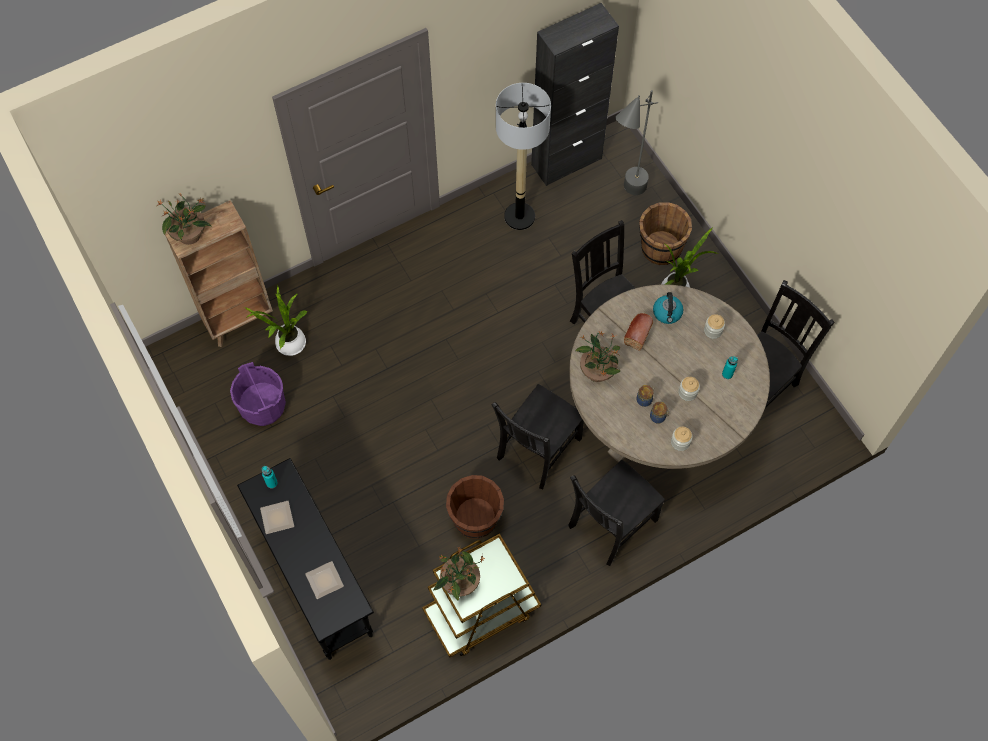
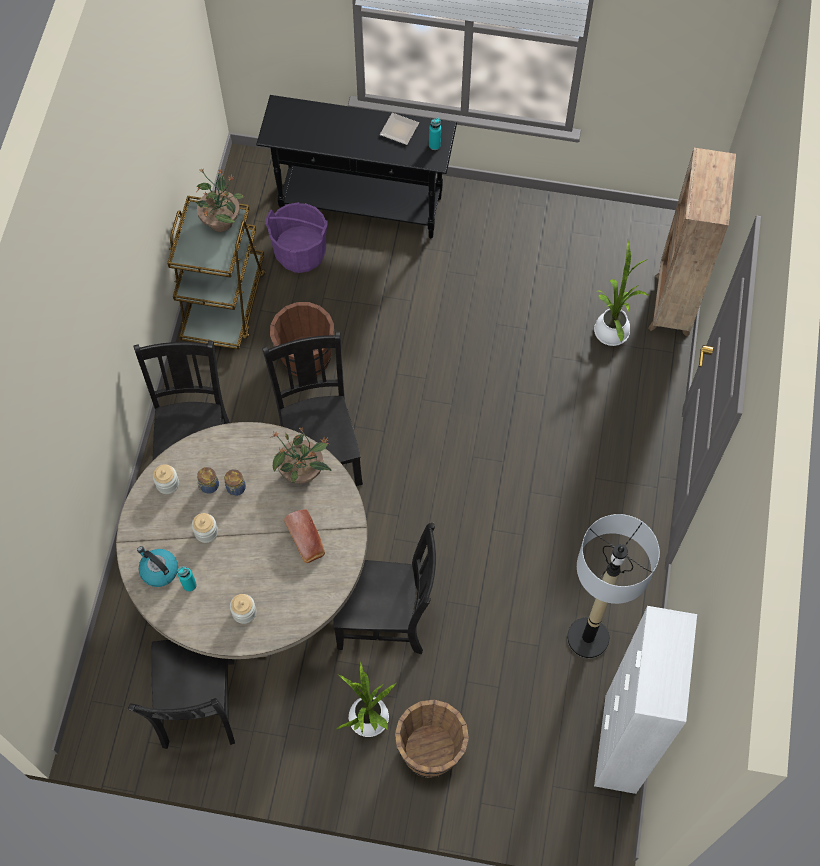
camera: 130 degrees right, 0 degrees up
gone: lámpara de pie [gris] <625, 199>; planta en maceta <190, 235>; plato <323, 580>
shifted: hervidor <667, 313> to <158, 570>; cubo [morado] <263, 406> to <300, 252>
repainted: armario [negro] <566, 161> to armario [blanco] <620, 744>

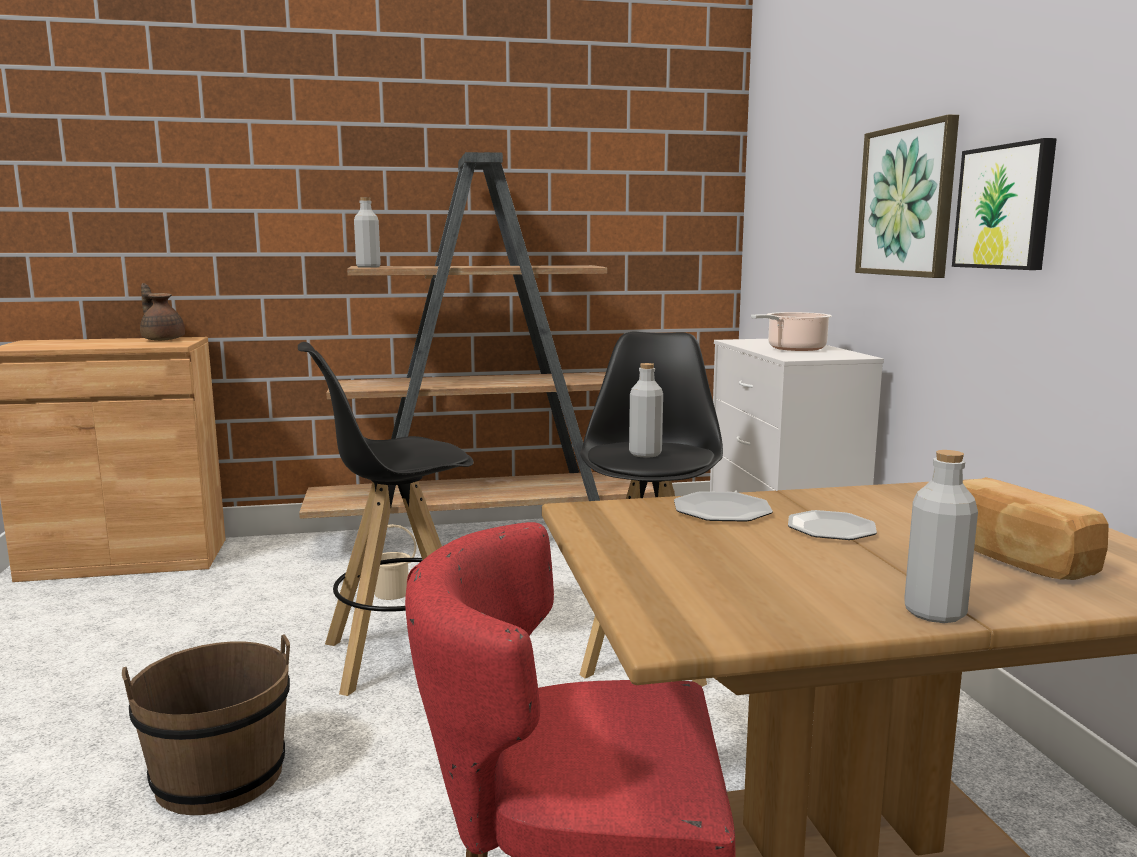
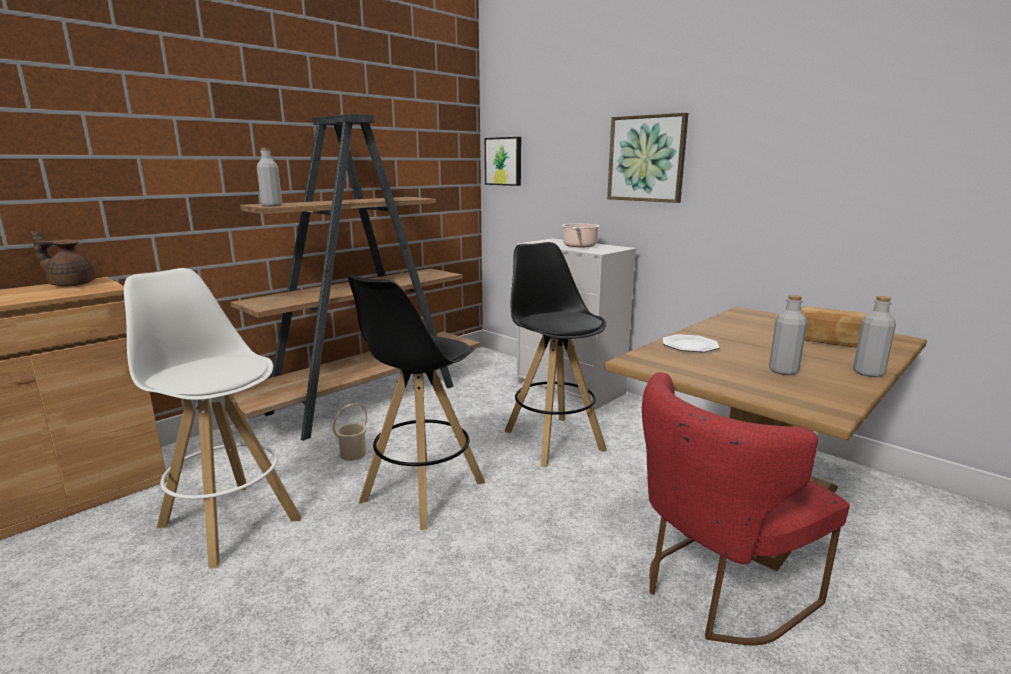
camera: 35 degrees left, 5 degrees up
gone: plato <830, 529>; cubo [marrón] <219, 777>
new: taburete [blanco] <229, 521>
shifted: cuadro <1005, 207> to <504, 161>; botella [gris] <645, 454> to <783, 371>

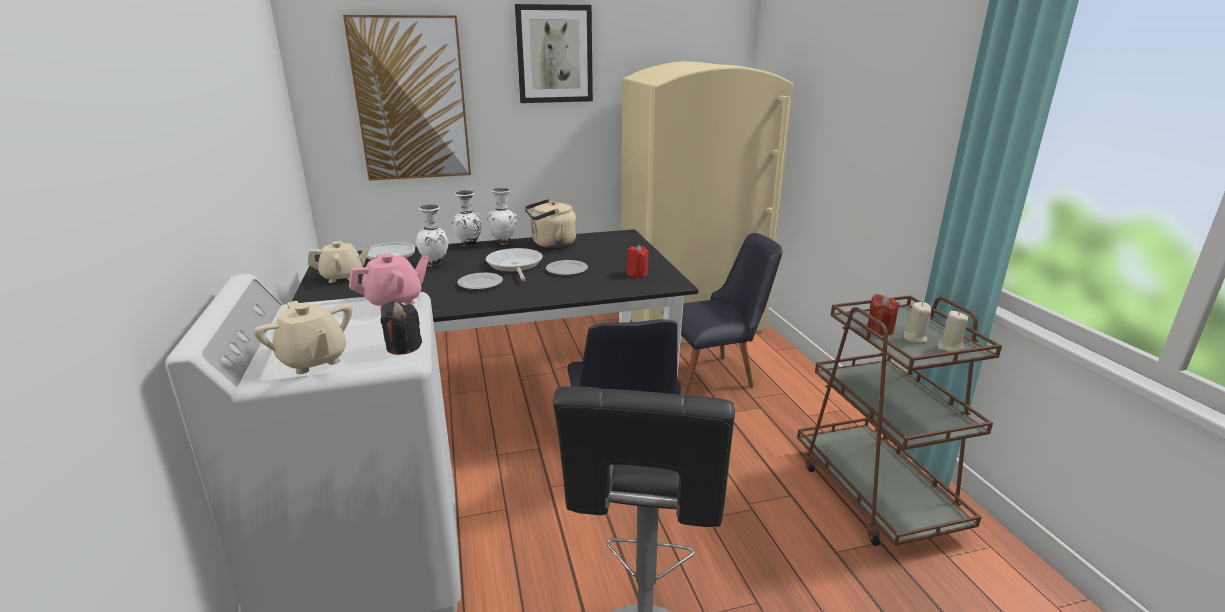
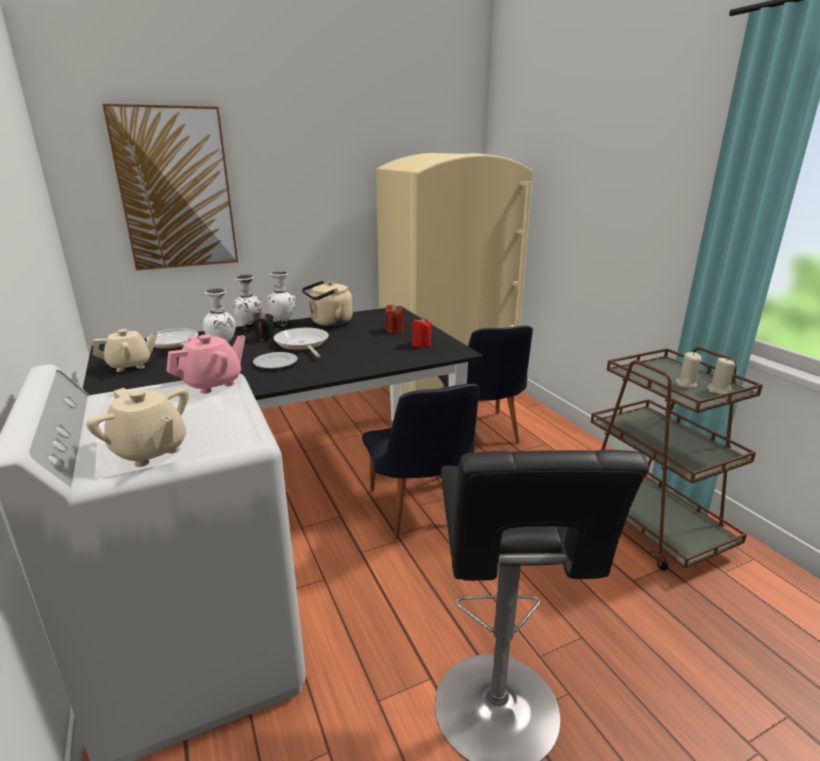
camera: 10 degrees left, 0 degrees up
gone: cuadro <554, 54>; plato <567, 270>
shifted: vela [rojo] <880, 330> to <394, 330>; vela [negro] <403, 347> to <265, 338>
rotated: silla [negro] <714, 376> = <481, 434> 105 degrees clockwise

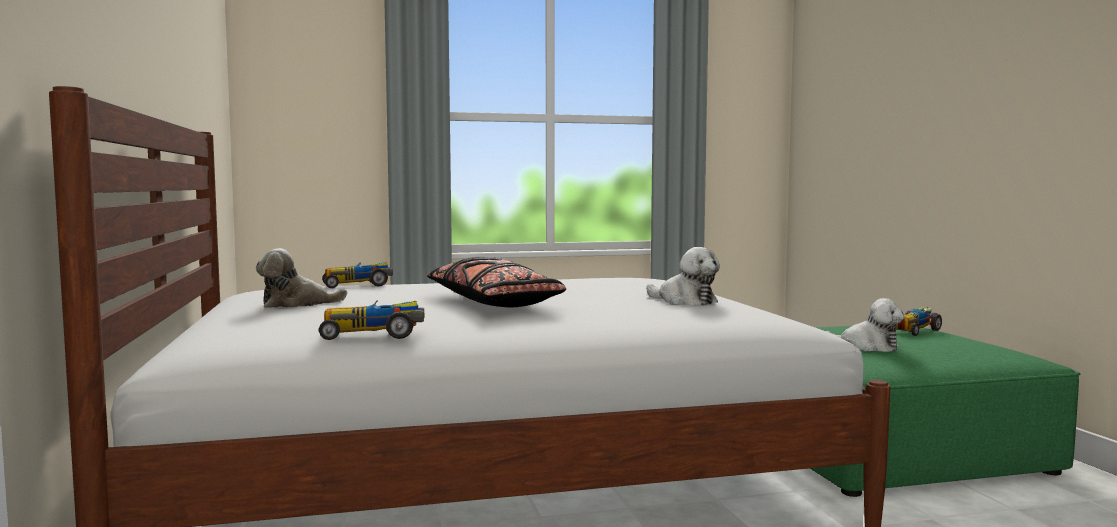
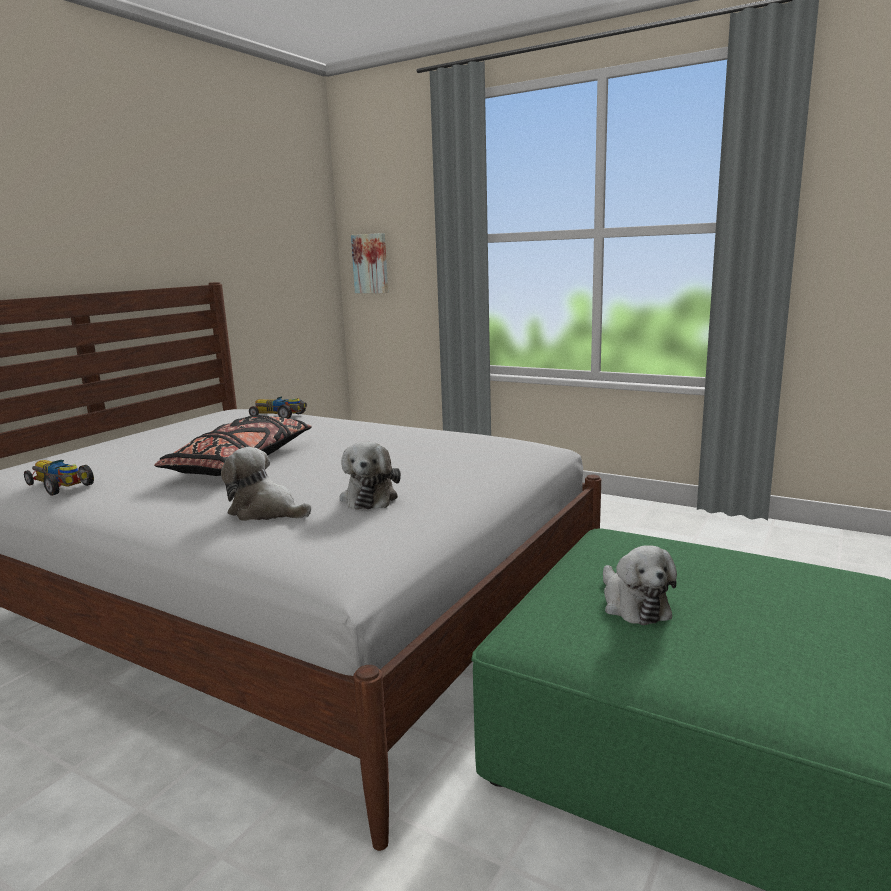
camera: 45 degrees right, 10 degrees up
gone: coche de juguete <915, 330>
new: cuadro <371, 263>
shifted: peluche <296, 304> to <266, 511>

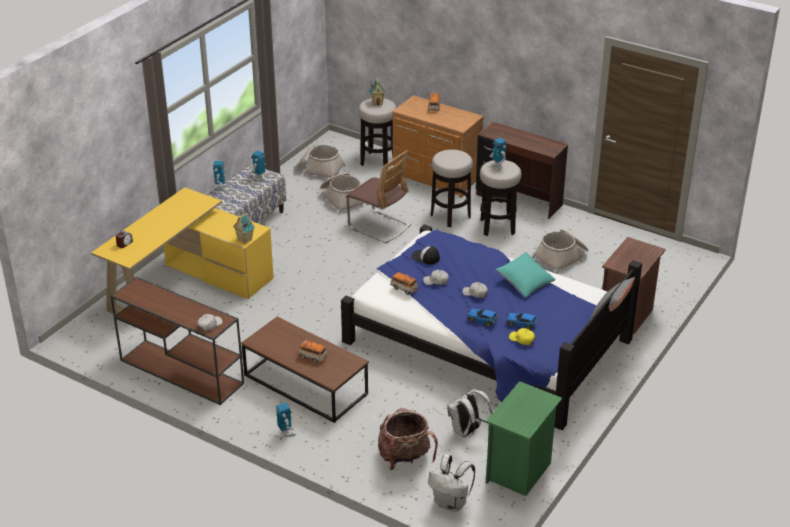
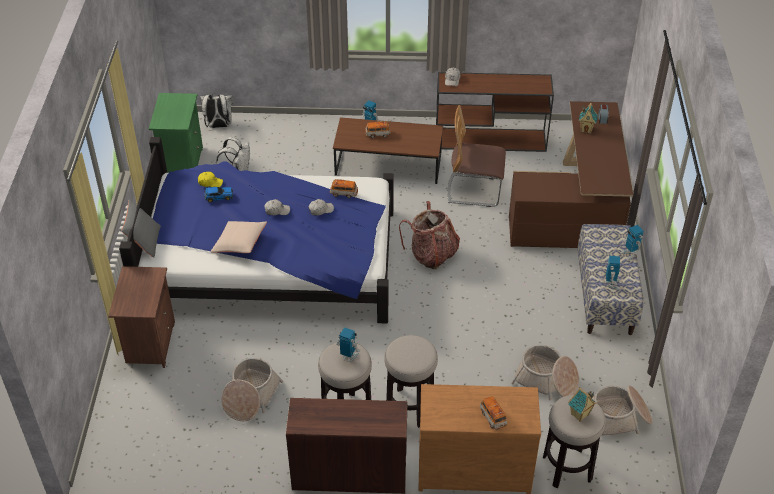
camera: 150 degrees right, 10 degrees up
gone: gorra <425, 257>; coche de juguete <482, 320>
shifted: silla <379, 226> to <474, 190>; casita <244, 240> to <586, 129>; mochila <405, 458> to <431, 254>
repainted: escritorio [amarillo] <187, 285> to escritorio [marrón] <576, 211>; cojín [turquesa] <525, 282> to cojín [beis] <239, 243>

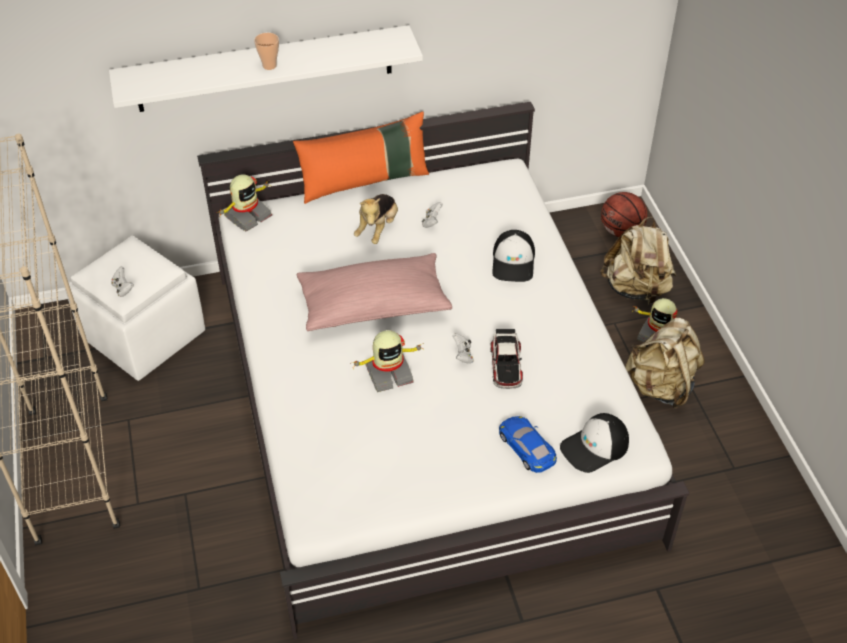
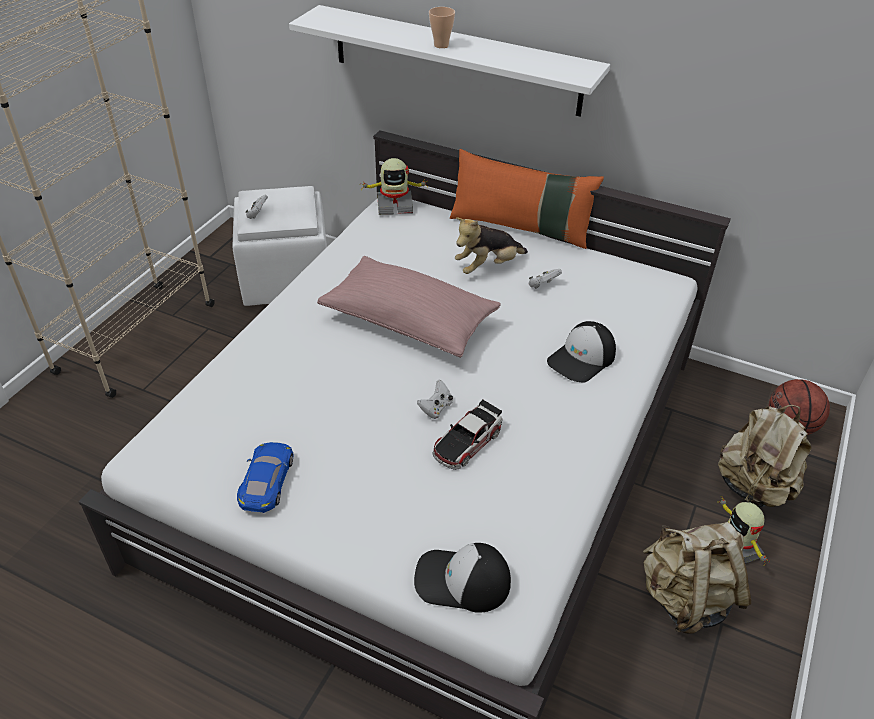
camera: 40 degrees right, 5 degrees down
gone: robot de juguete <388, 373>
shifted: coche de juguete [azul] <526, 447> to <267, 481>

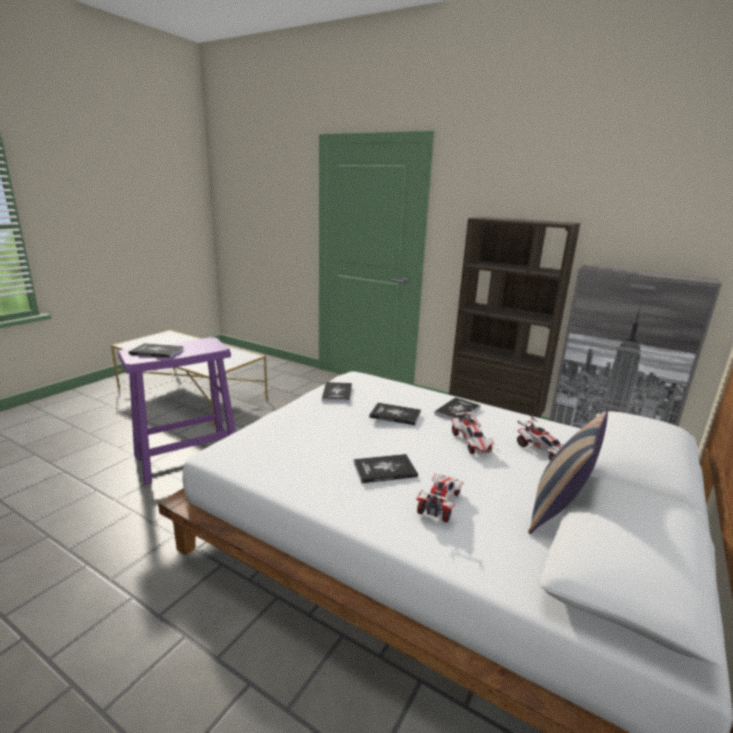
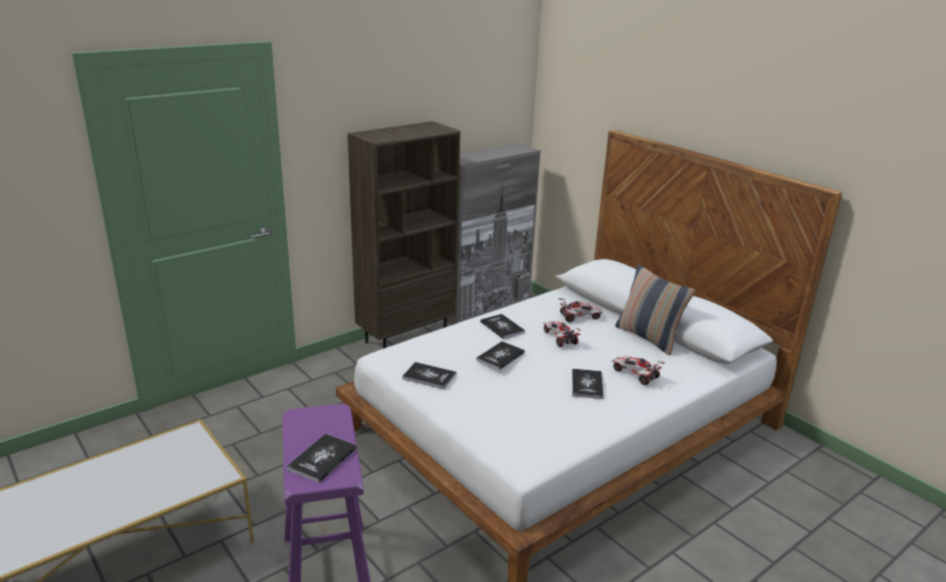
camera: 70 degrees left, 5 degrees up
rotated: coche de juguete <471, 442> = <559, 338> 120 degrees counterclockwise

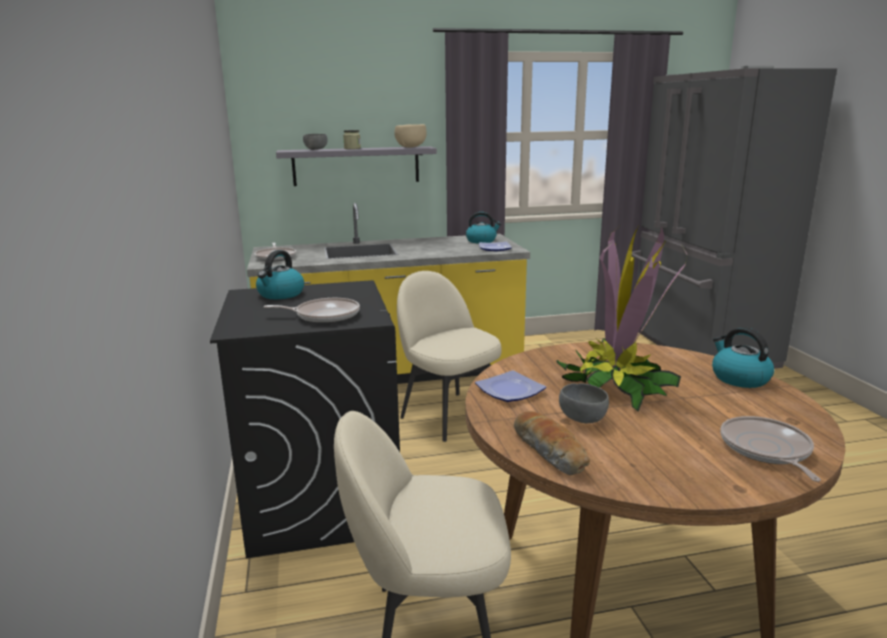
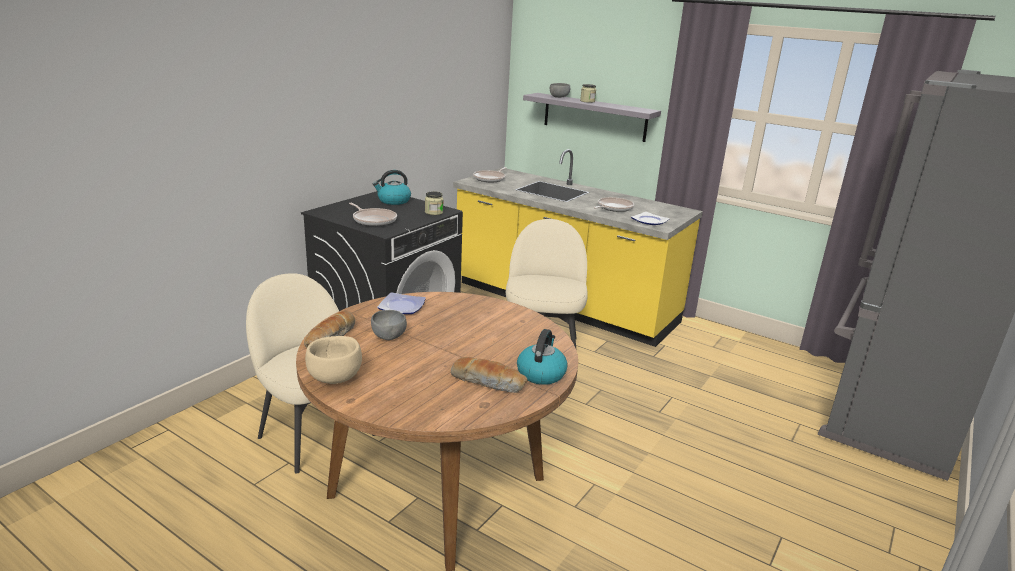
camera: 45 degrees right, 5 degrees up
gone: hervidor <481, 241>; planta en maceta <616, 385>
new: tarro <434, 212>; pan <488, 382>
shifted: cuenco [beis] <411, 147> to <335, 378>; sartén <766, 450> to <613, 208>

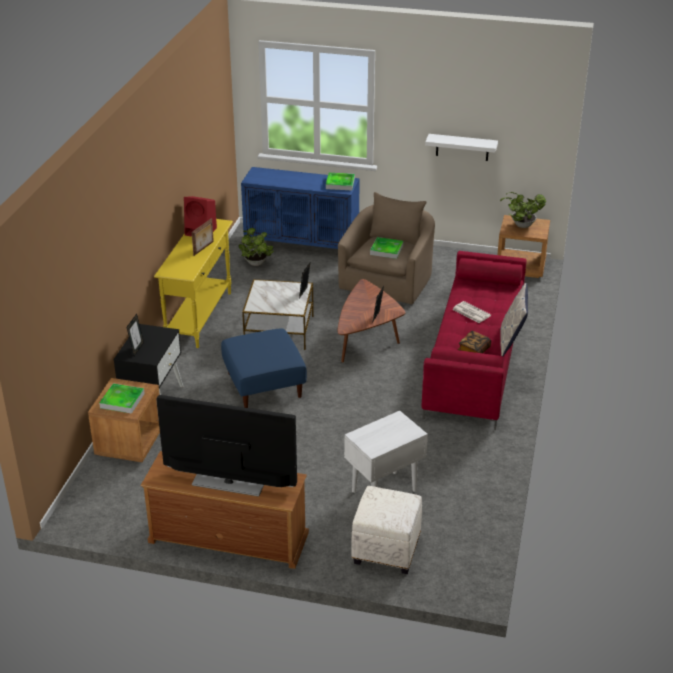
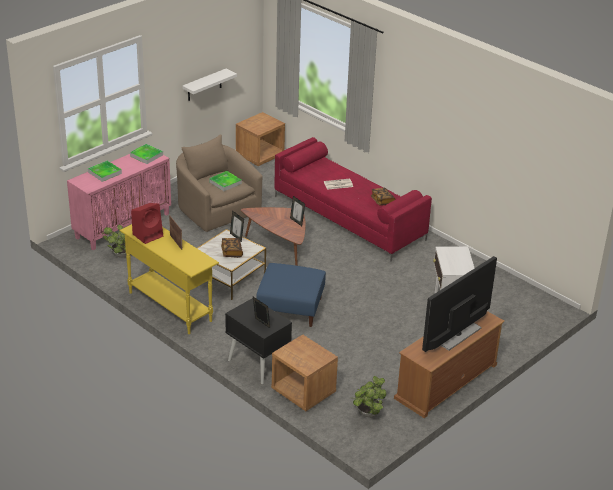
camera: 60 degrees left, 0 degrees up
gone: cojín <511, 341>; puf [blanco] <385, 551>
new: libro <231, 252>
shifted: planta en maceta <521, 225> to <367, 414>; bandeja <122, 400> to <105, 173>
repainted: armario [azul] <302, 246> to armario [rosa] <123, 225>

